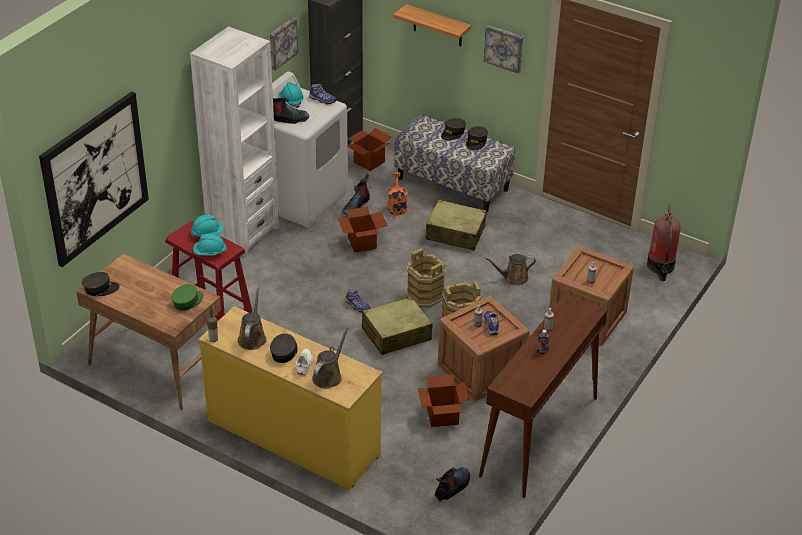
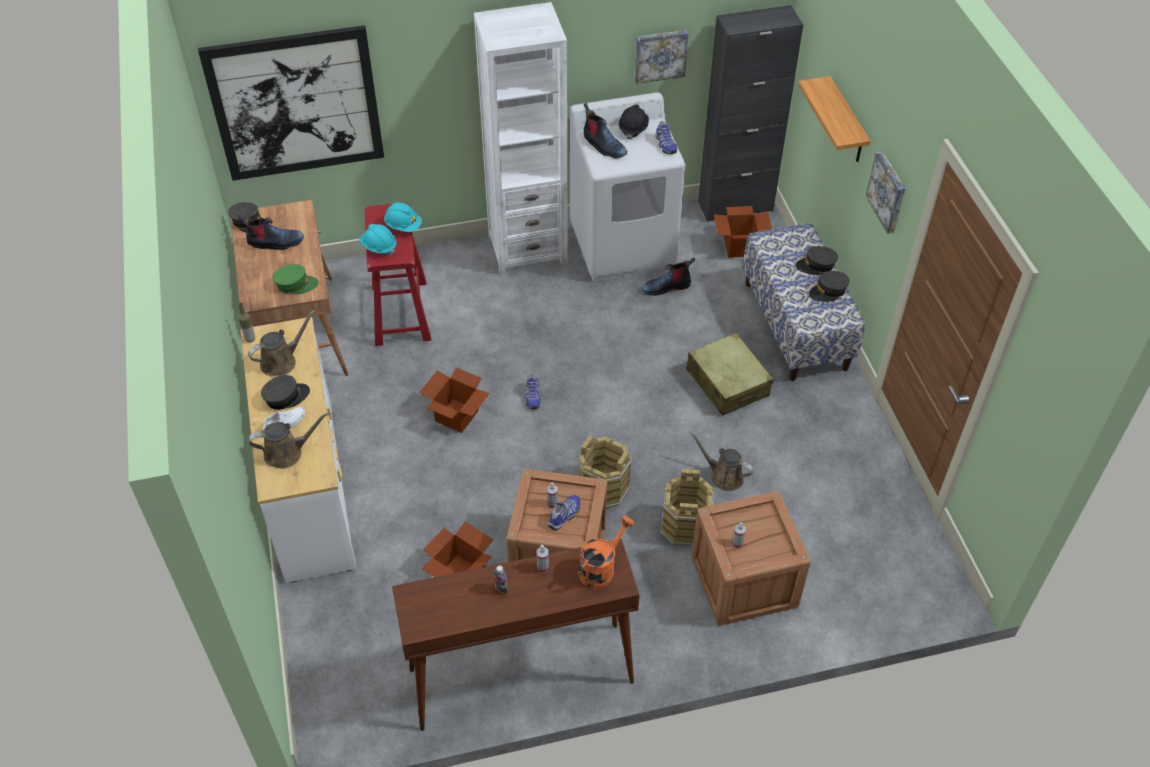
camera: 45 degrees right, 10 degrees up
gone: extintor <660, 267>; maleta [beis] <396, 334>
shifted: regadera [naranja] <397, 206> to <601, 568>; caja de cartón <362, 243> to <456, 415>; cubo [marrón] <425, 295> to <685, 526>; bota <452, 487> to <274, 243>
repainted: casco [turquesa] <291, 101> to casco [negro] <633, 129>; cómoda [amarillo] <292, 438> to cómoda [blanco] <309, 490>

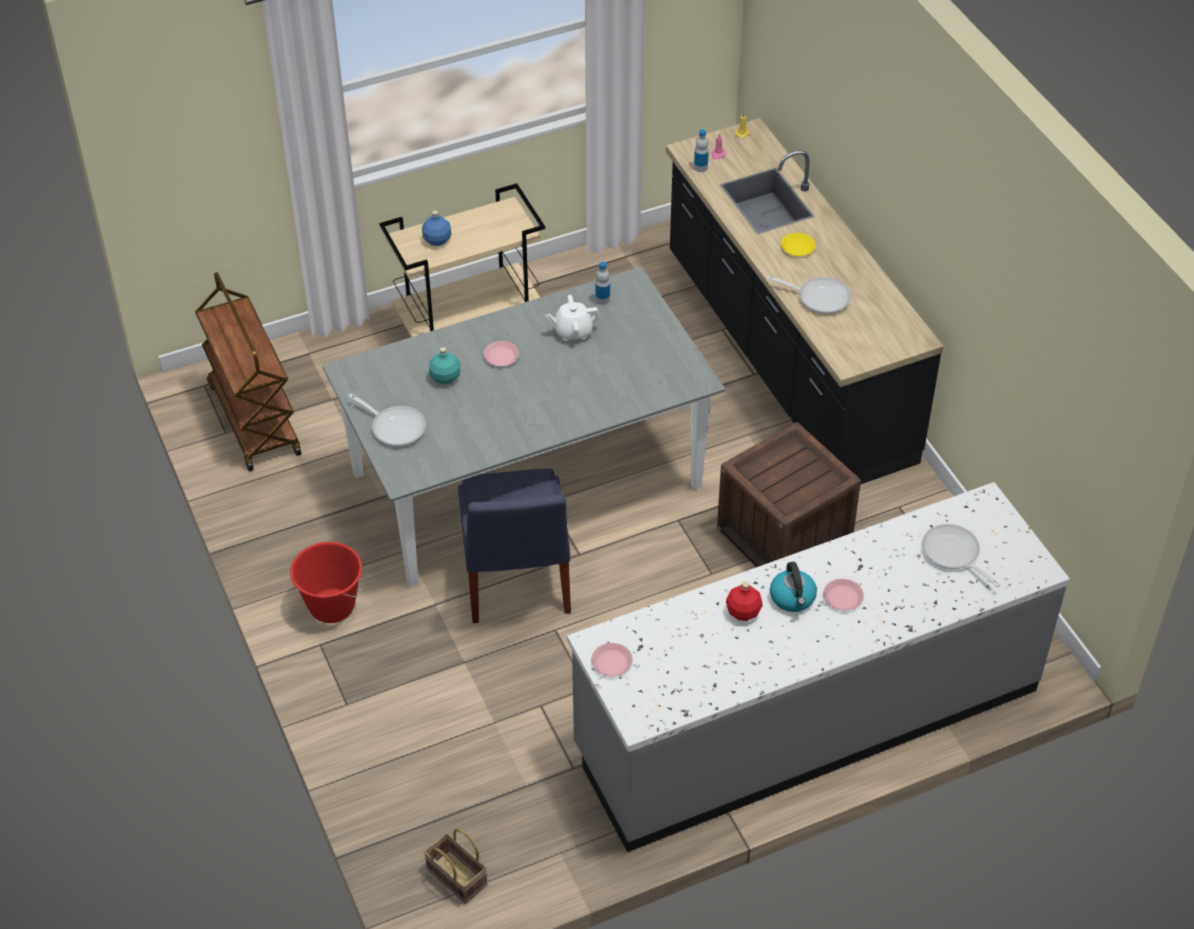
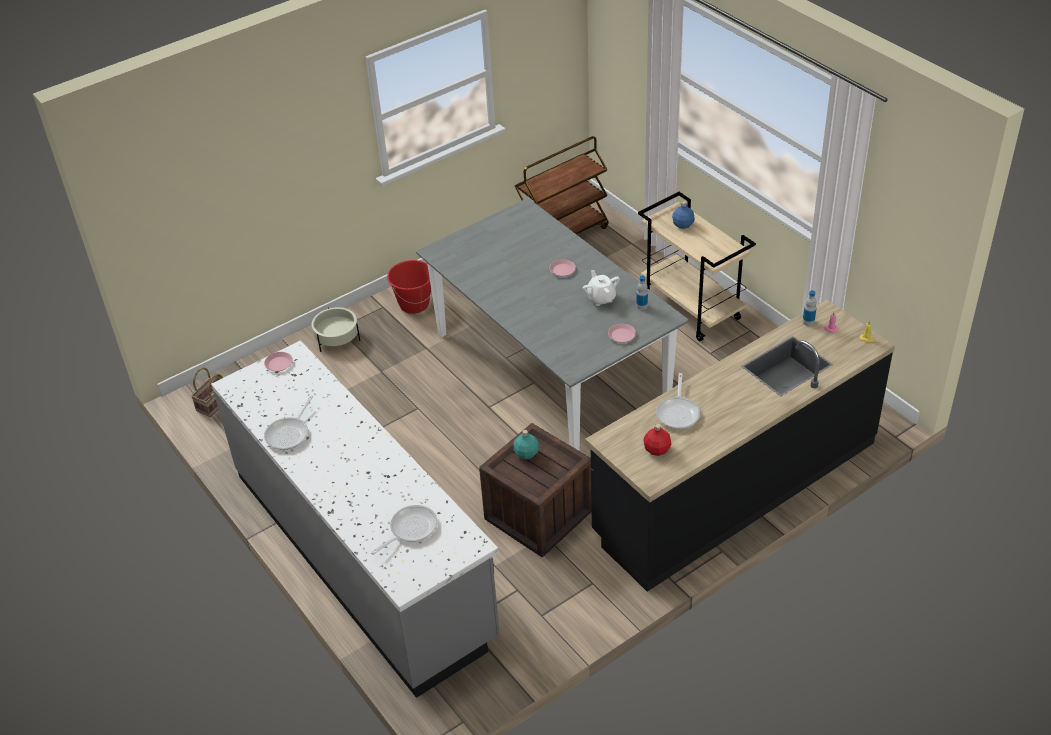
camera: 80 degrees right, 5 degrees down
gone: plato [amarillo] <797, 247>; silla [azul] <516, 581>; hervidor <793, 598>
new: maceta [beis] <337, 339>
shifted: botella [turquesa] <445, 378> to <526, 453>; sartén <395, 427> to <290, 433>; plato [rosa] <843, 597> to <621, 335>; botella [rojo] <744, 612> to <657, 450>

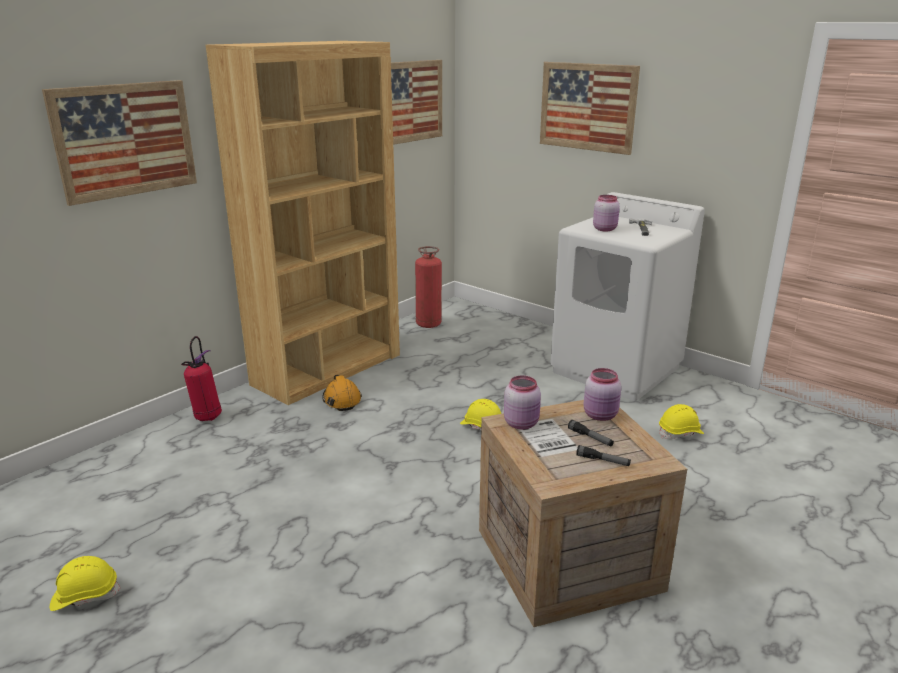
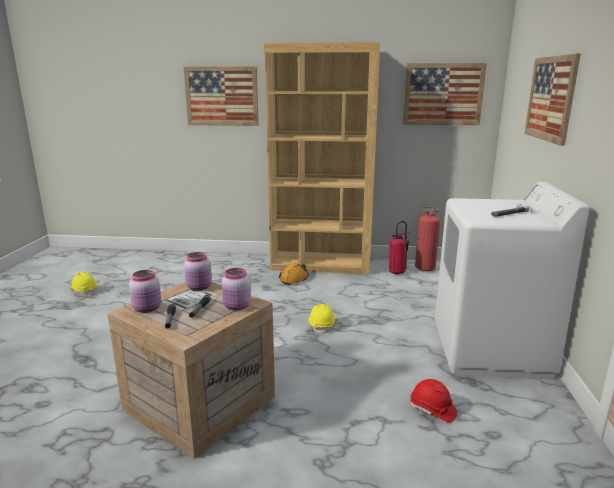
camera: 55 degrees right, 5 degrees down
shifted: tarro [rosa] <605, 229> to <148, 309>; extintor <207, 417> to <397, 273>
repainted: casco [amarillo] <680, 433> to casco [rojo] <432, 410>

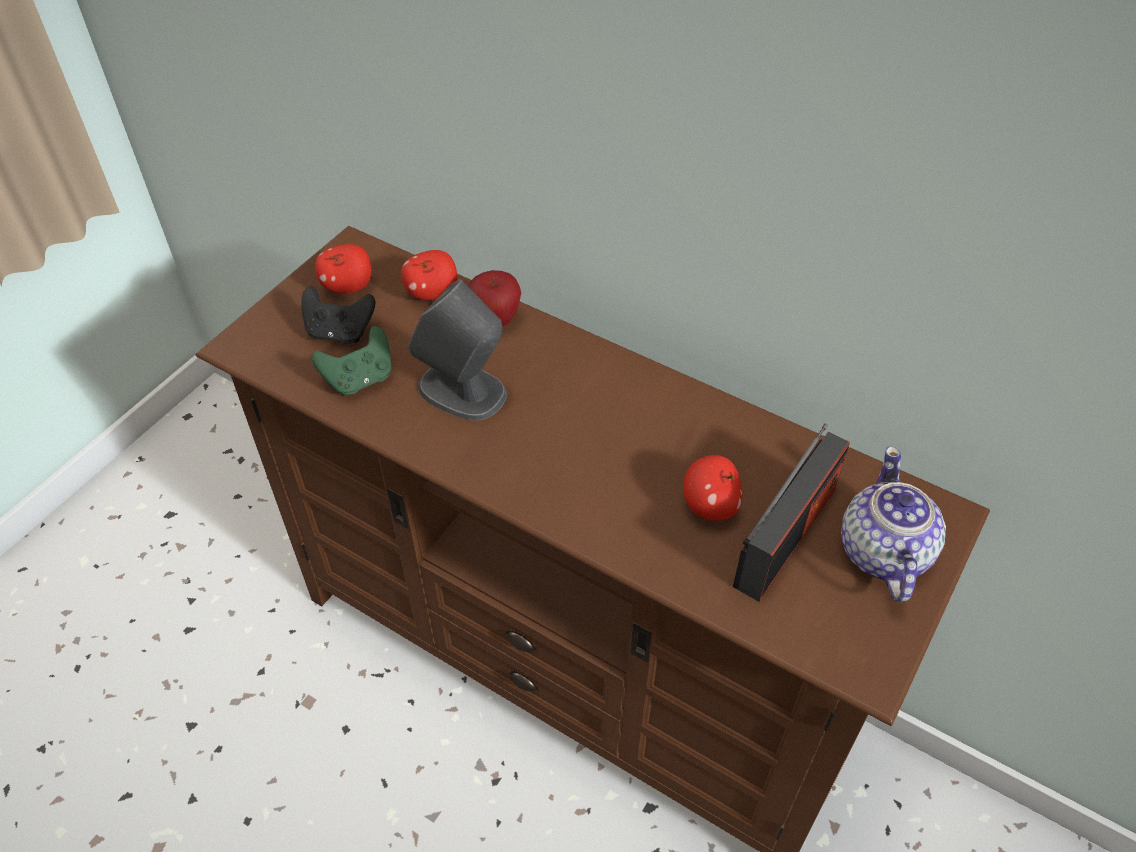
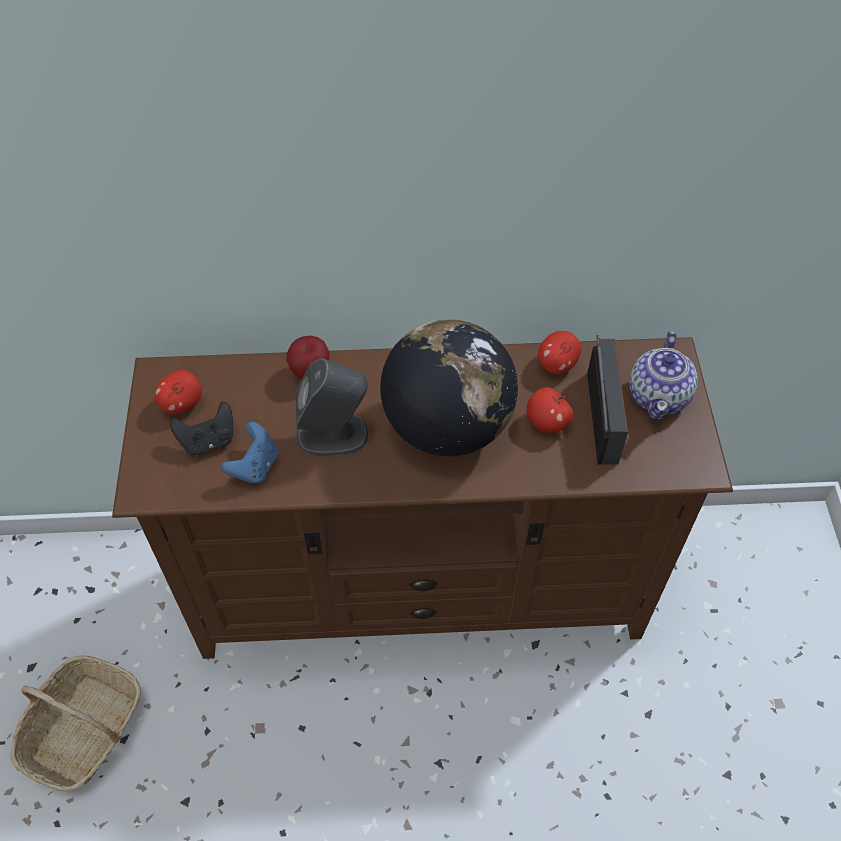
camera: 35 degrees left, 5 degrees up
new: globo terráqueo <447, 426>; cesta <84, 730>
shifted: manzana <432, 293> to <556, 365>
repainted: mando de consola [verde] <360, 379> to mando de consola [azul] <255, 466>
rotated: tetera <882, 553> = <659, 396> 135 degrees counterclockwise

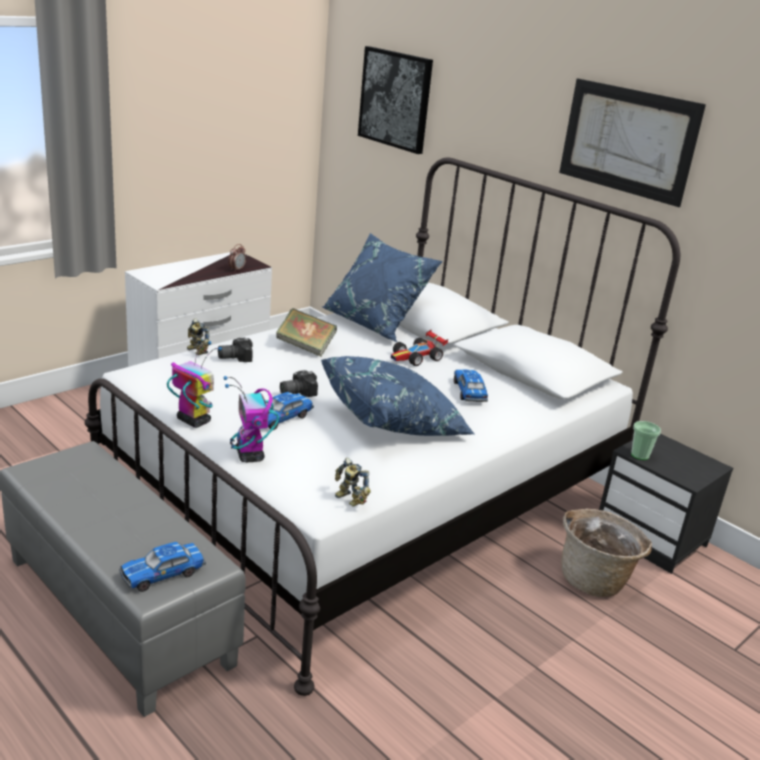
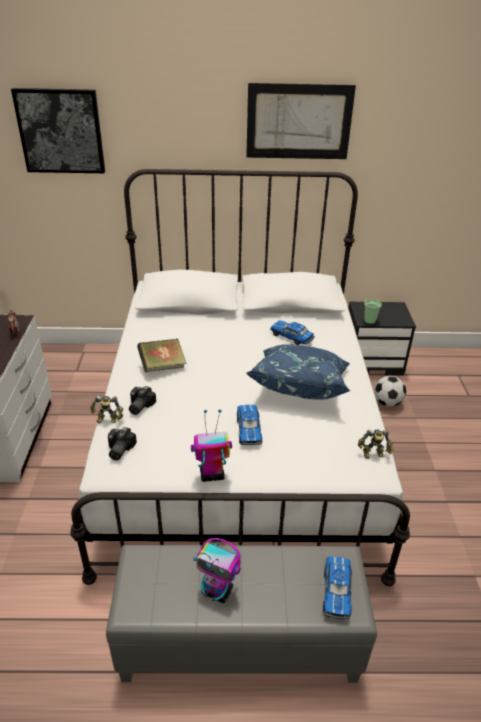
camera: 45 degrees left, 10 degrees up
gone: cojín [azul] <376, 323>; coche de juguete <417, 357>
shifted: cámara <296, 392> to <118, 450>; robot de juguete <250, 455> to <218, 591>
swapped: cesta <595, 579> to balón de fútbol <387, 403>

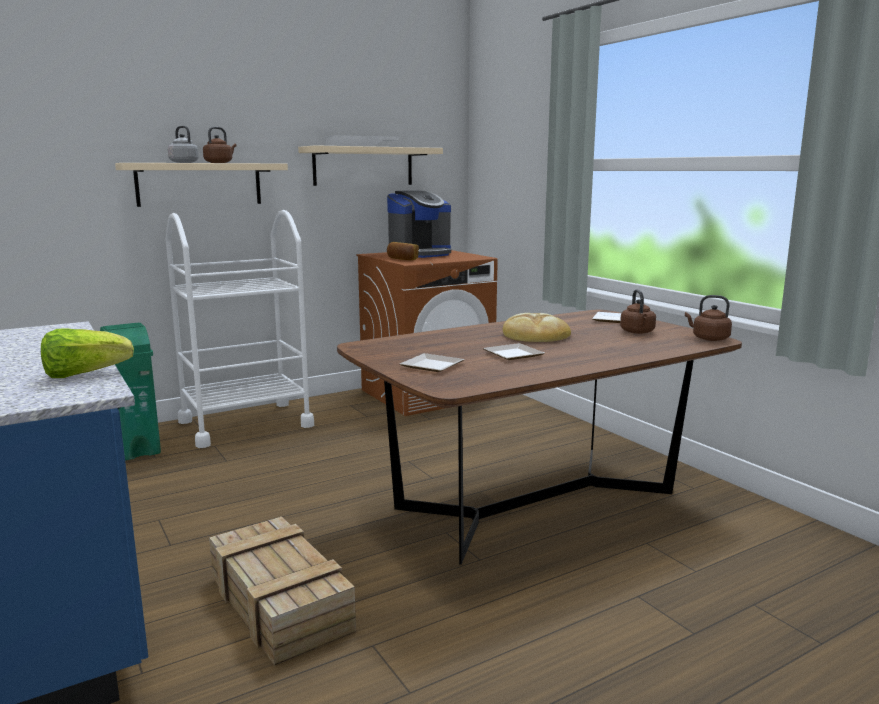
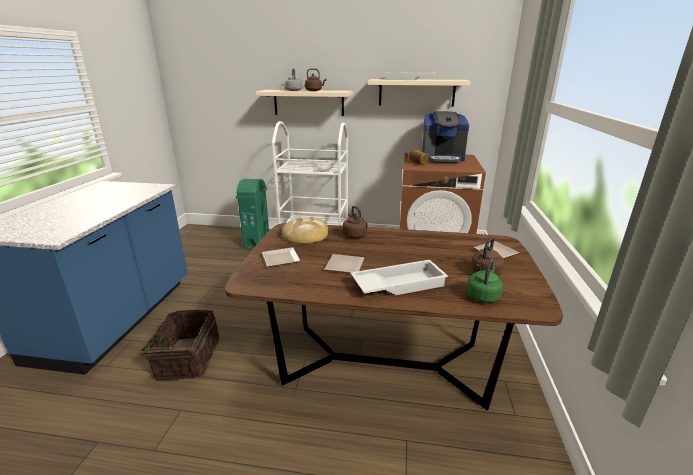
camera: 40 degrees right, 10 degrees up
gone: lechuga <84, 374>
new: hervidor [verde] <483, 295>; bandeja [blanco] <398, 284>
shifted: hervidor [marrón] <708, 338> to <354, 235>; pan <535, 335> to <306, 234>
swapped: caja de embalaje <277, 602> to cesta <186, 358>

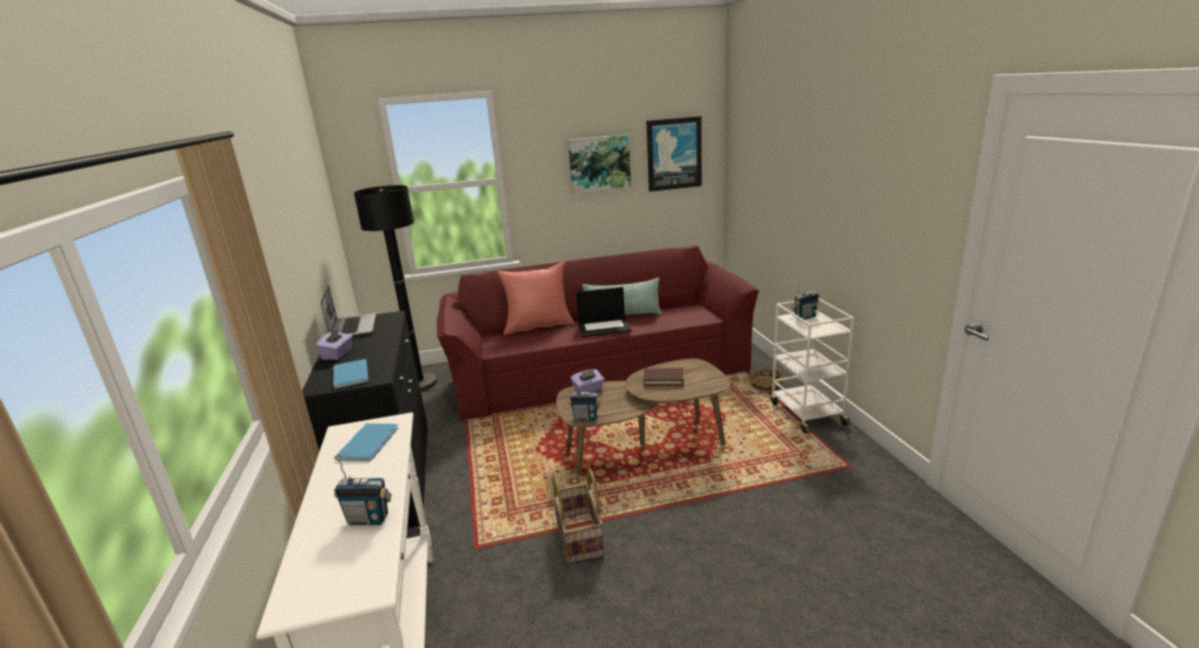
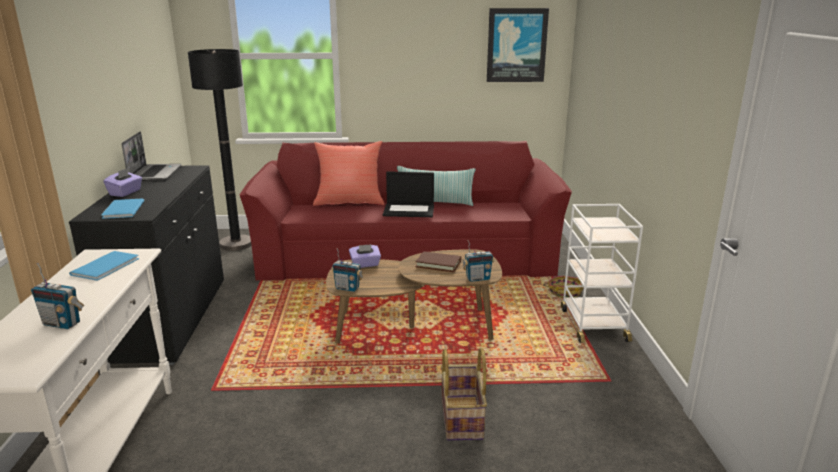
camera: 10 degrees right, 0 degrees up
gone: cuadro <599, 163>
shifted: radio <805, 317> to <477, 278>; cesta <580, 538> to <463, 418>

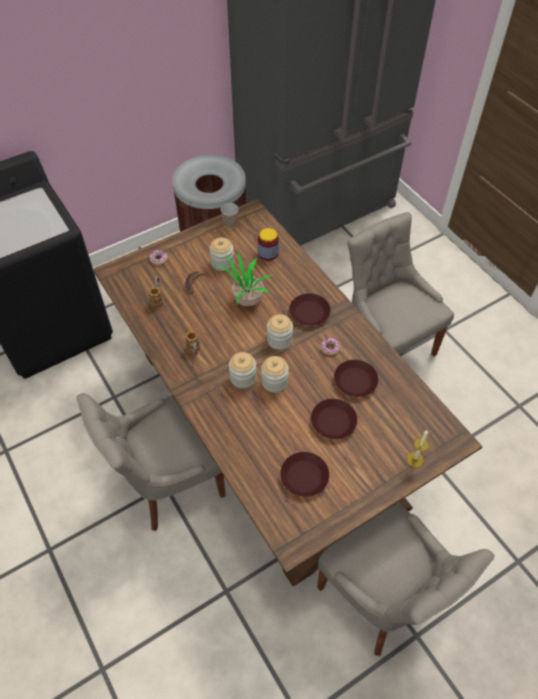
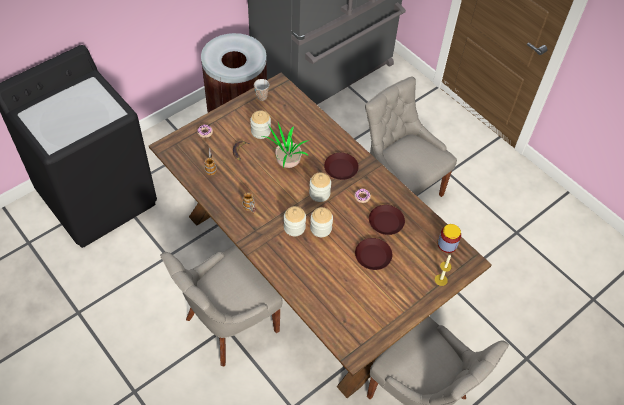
camera: 10 degrees left, 0 degrees up
gone: plato [marrón] <304, 476>
shifted: tarro <268, 253> to <447, 244>

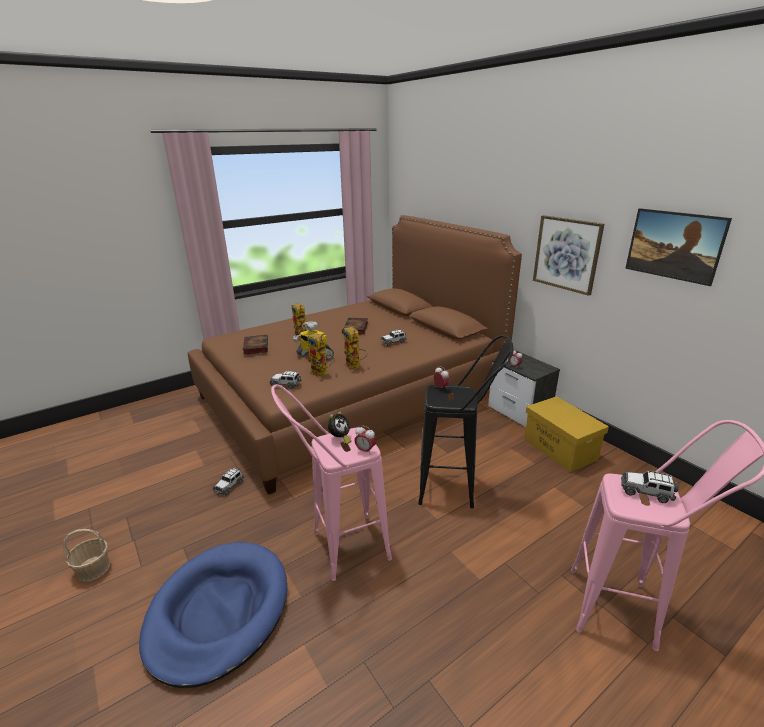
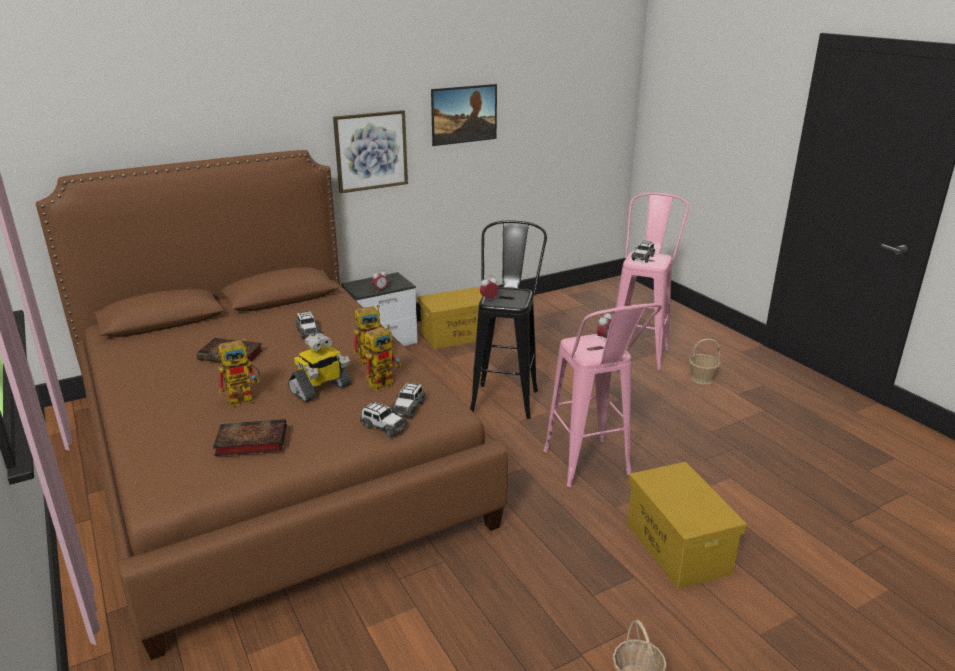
camera: 85 degrees left, 0 degrees up
gone: despertador <340, 439>
new: cesta <702, 378>
shifted: coche de juguete <229, 486> to <383, 427>
swapped: cama para perro [azul] <218, 612> to caja de almacenaje [amarillo] <678, 548>

